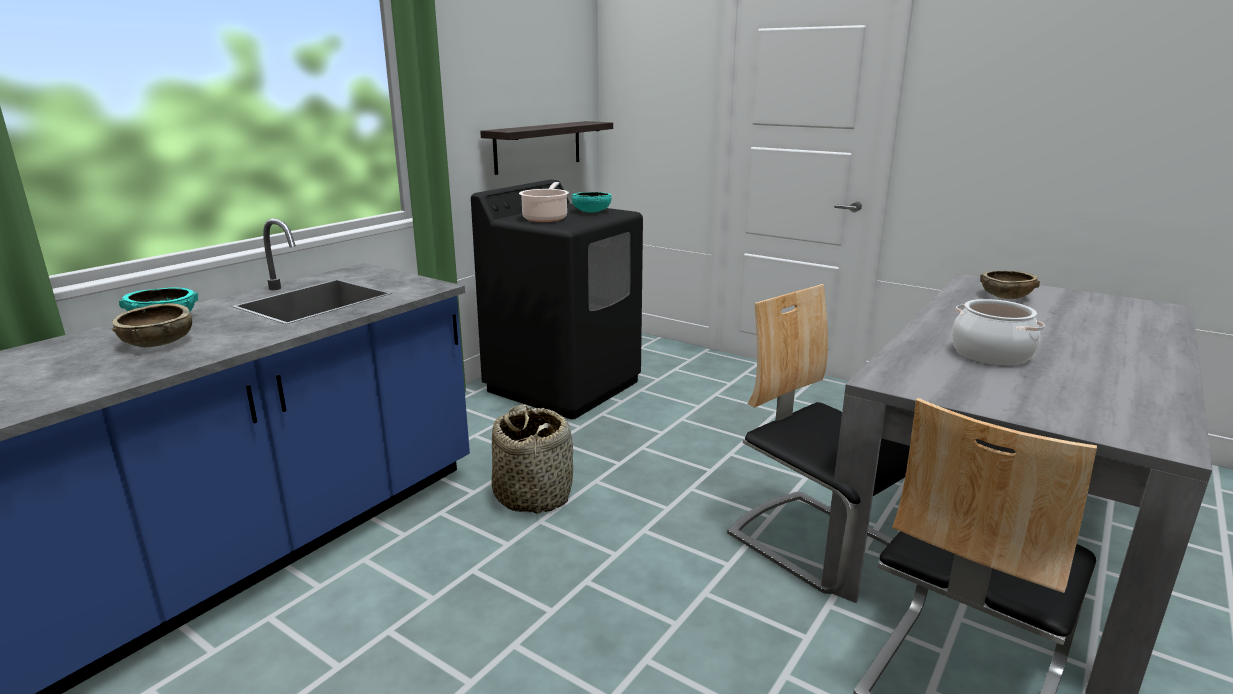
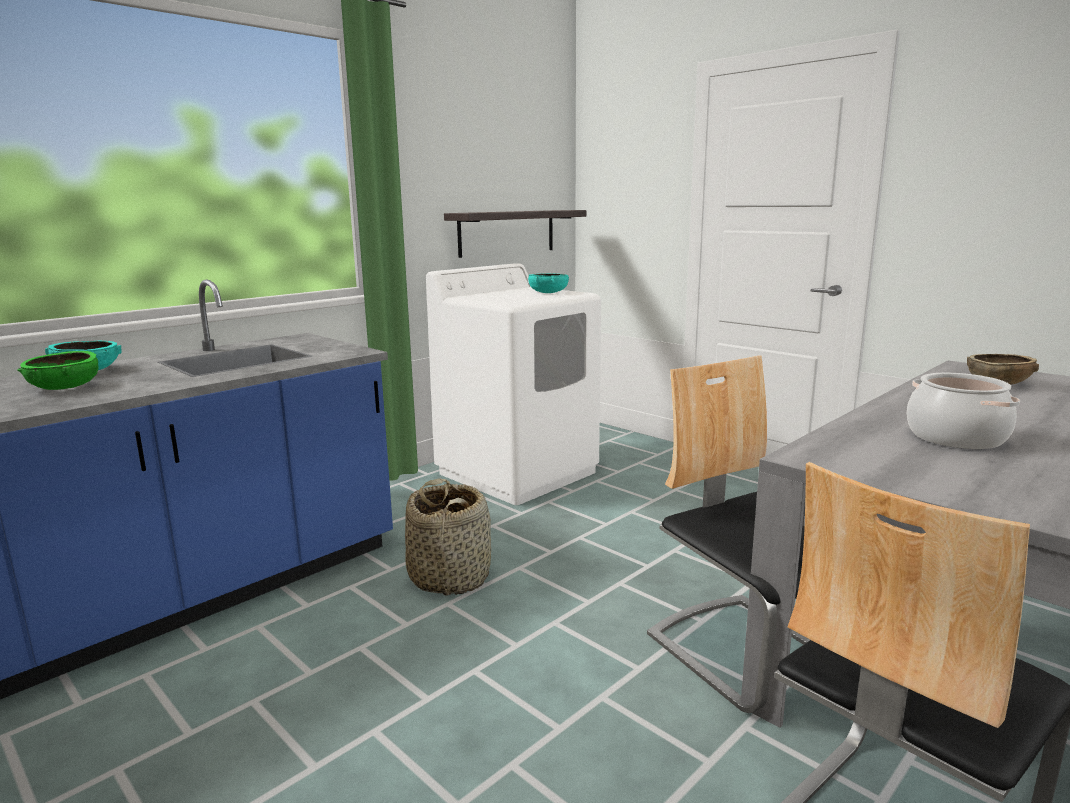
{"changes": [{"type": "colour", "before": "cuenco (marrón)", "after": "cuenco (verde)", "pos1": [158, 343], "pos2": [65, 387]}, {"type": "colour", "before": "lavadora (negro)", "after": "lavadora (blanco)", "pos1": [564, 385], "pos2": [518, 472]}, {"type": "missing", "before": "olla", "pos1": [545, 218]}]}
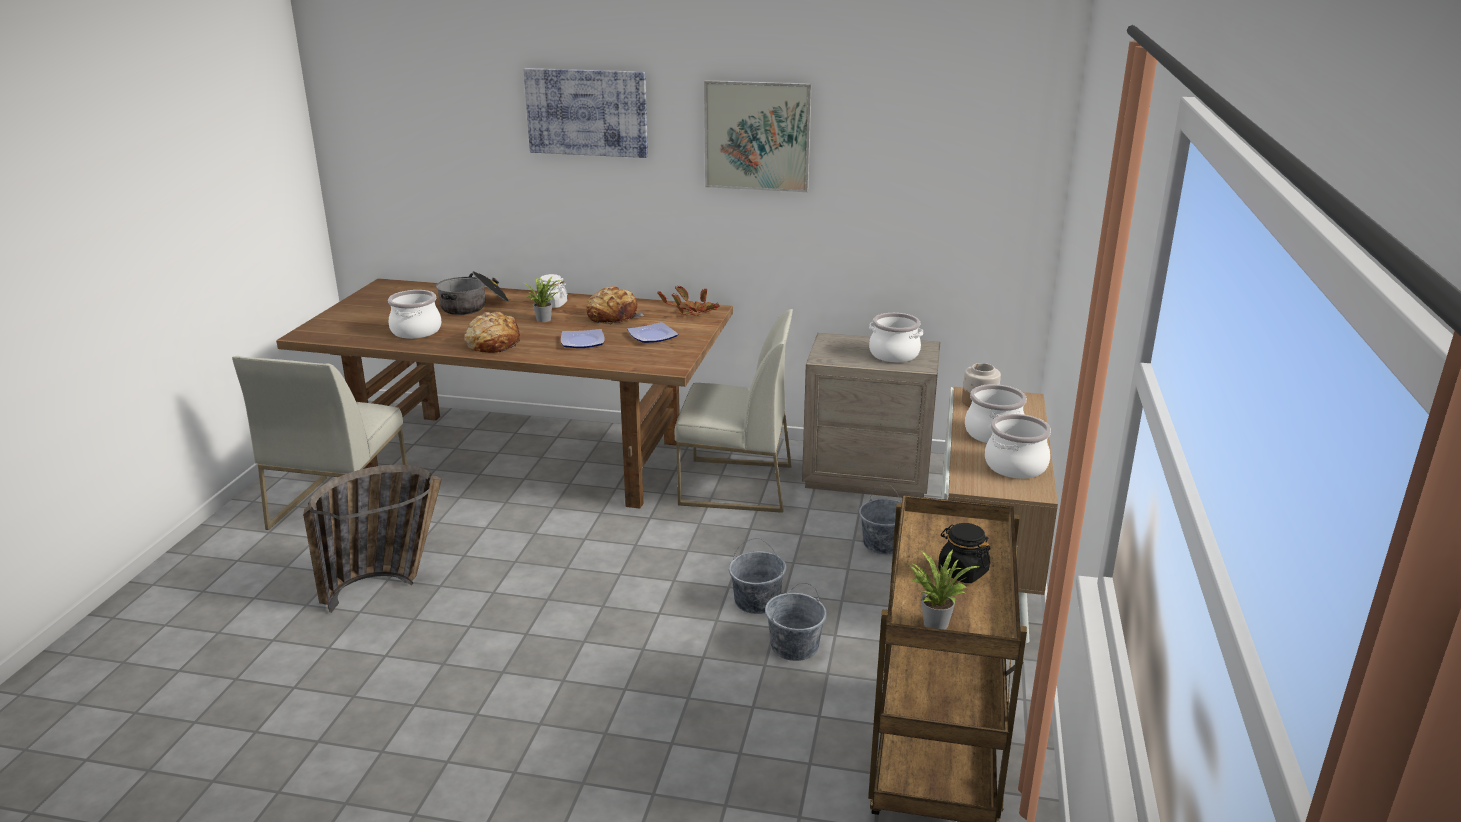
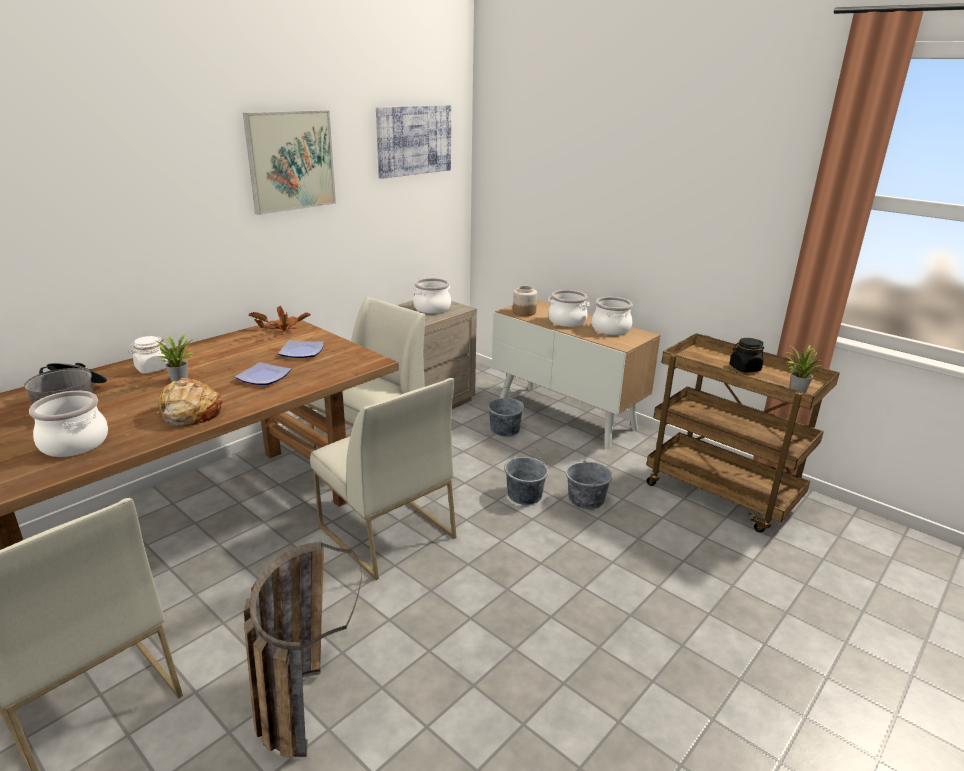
{"changes": [{"type": "appeared", "after": "silla (blanco)", "pos2": [385, 532]}, {"type": "relocated", "before": "cuadro", "pos1": [587, 112], "pos2": [414, 140]}, {"type": "missing", "before": "pan", "pos1": [613, 316]}]}
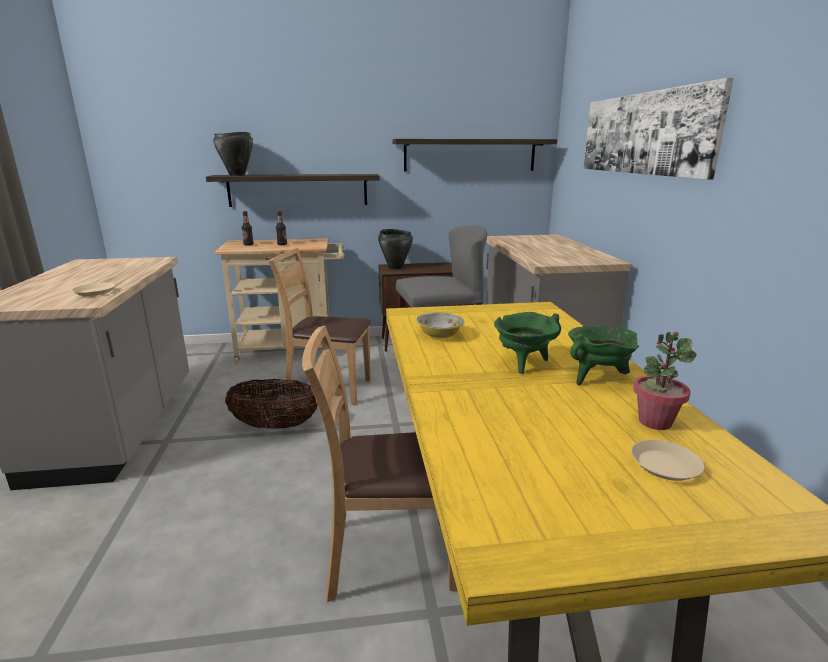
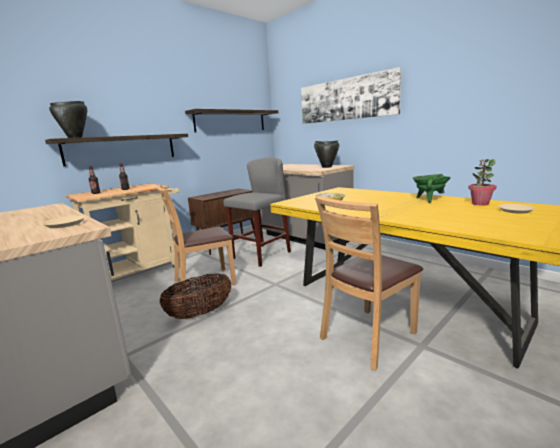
{"changes": [{"type": "relocated", "before": "olla (negro)", "pos1": [395, 268], "pos2": [326, 167]}, {"type": "missing", "before": "olla (verde)", "pos1": [523, 363]}]}
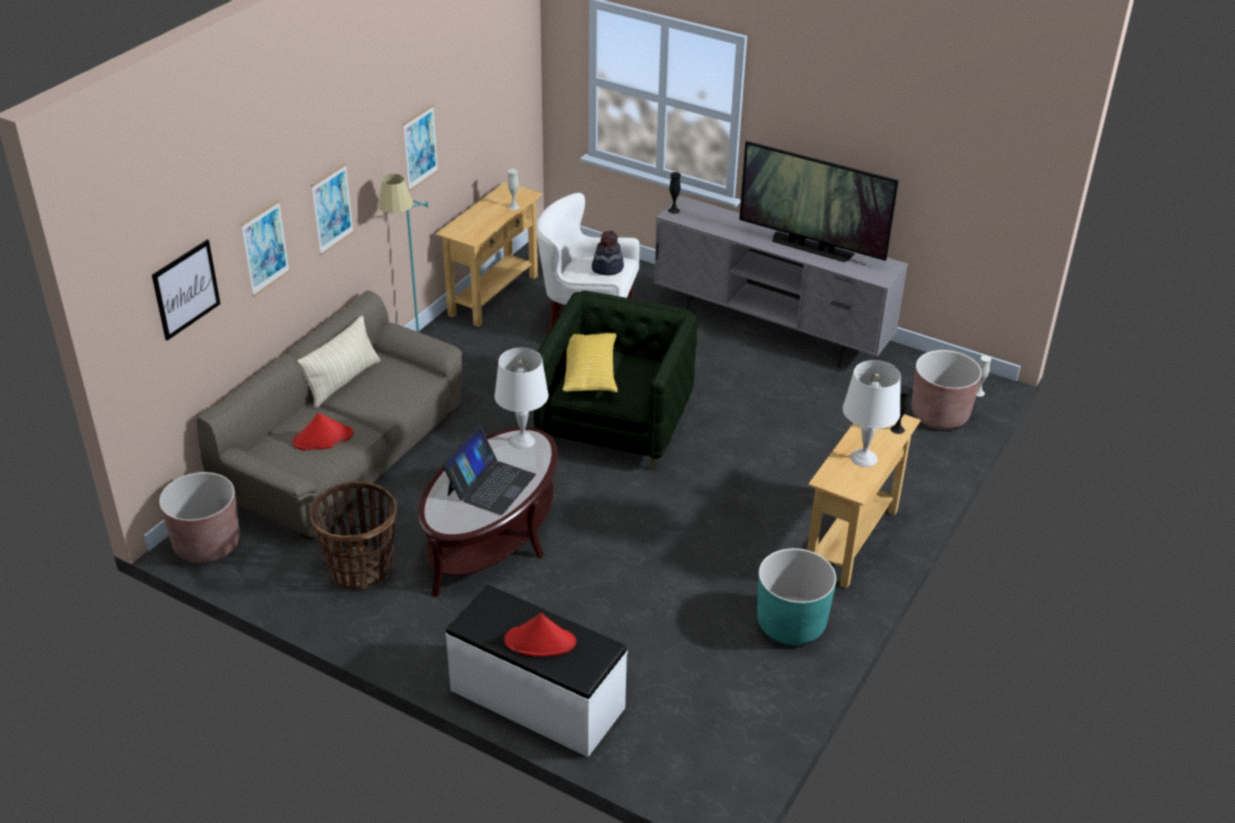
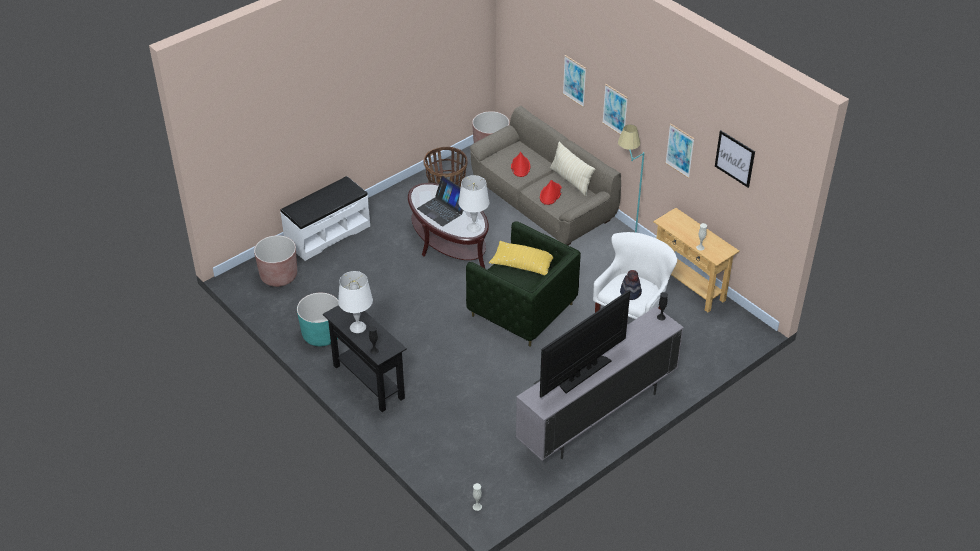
{"changes": [{"type": "relocated", "before": "maceta (marrón)", "pos1": [939, 415], "pos2": [278, 276]}, {"type": "colour", "before": "mesa consola (beis)", "after": "mesa consola (negro)", "pos1": [852, 540], "pos2": [368, 382]}, {"type": "relocated", "before": "sombrero (rojo)", "pos1": [540, 641], "pos2": [550, 194]}, {"type": "relocated", "before": "cuadro", "pos1": [186, 289], "pos2": [734, 158]}]}
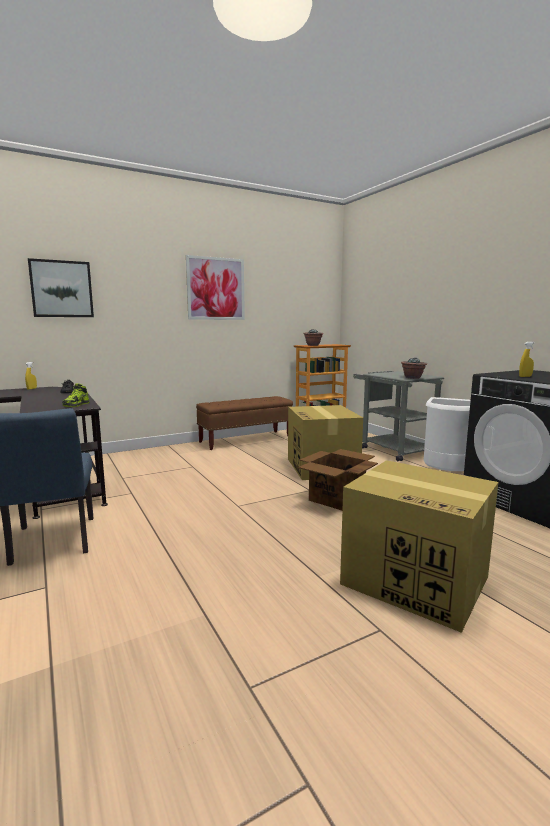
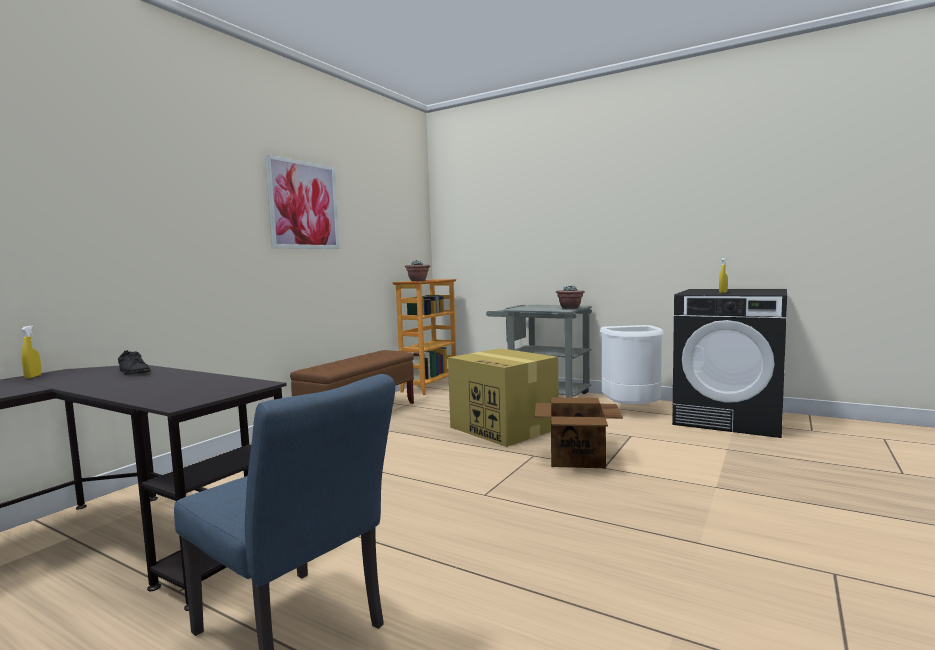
{"changes": [{"type": "missing", "before": "cuadro", "pos1": [61, 289]}, {"type": "missing", "before": "zapato", "pos1": [76, 405]}, {"type": "missing", "before": "caja de cartón", "pos1": [417, 580]}]}
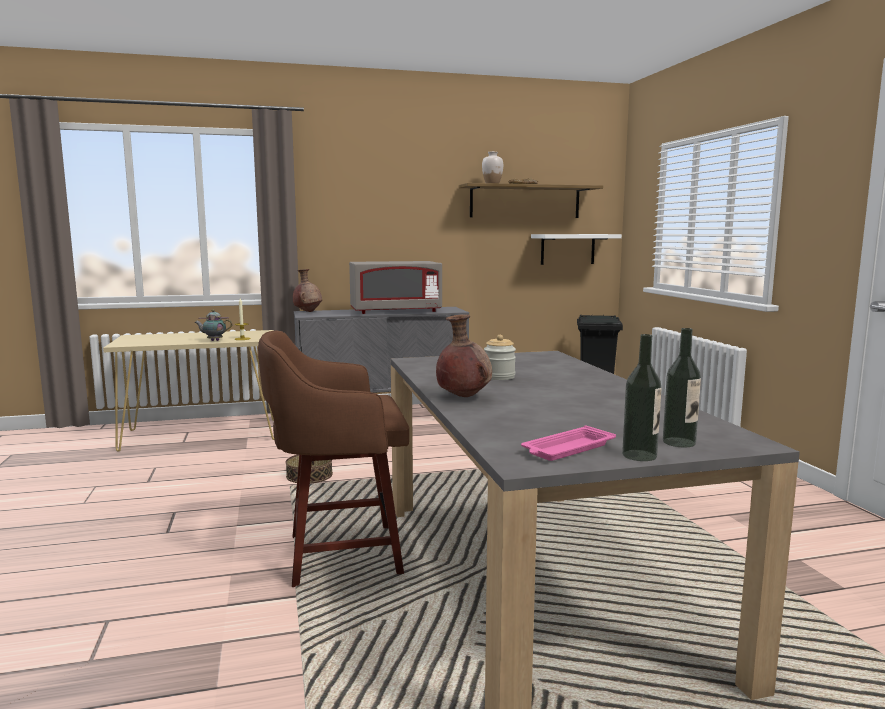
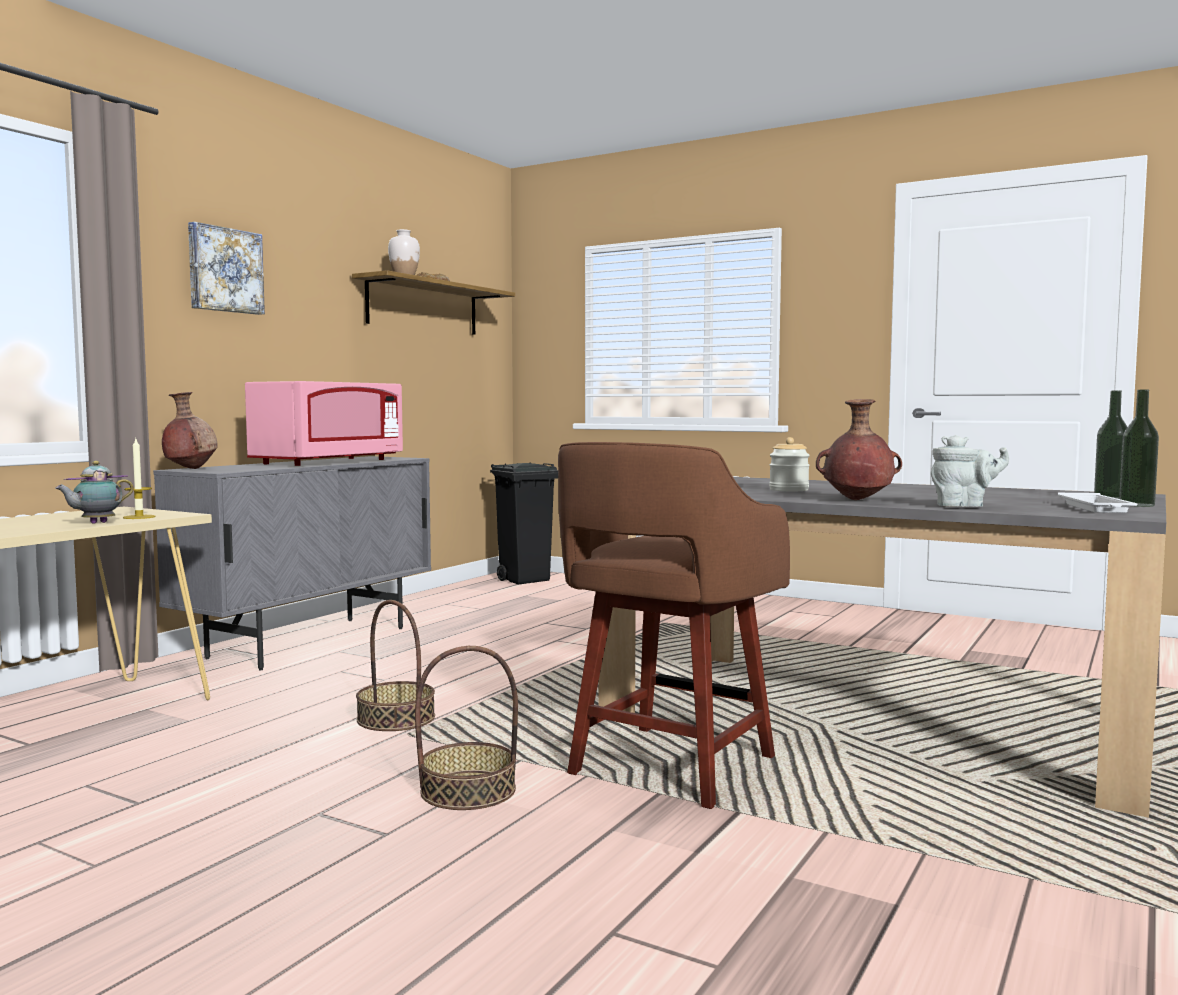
{"changes": [{"type": "appeared", "after": "cuadro", "pos2": [224, 270]}, {"type": "colour", "before": "microondas (gris)", "after": "microondas (rosa)", "pos1": [395, 311], "pos2": [328, 462]}, {"type": "appeared", "after": "cesta", "pos2": [468, 790]}, {"type": "appeared", "after": "tetera (gris)", "pos2": [964, 506]}, {"type": "colour", "before": "bandeja (rosa)", "after": "bandeja (blanco)", "pos1": [567, 449], "pos2": [1096, 508]}, {"type": "missing", "before": "estante (blanco)", "pos1": [567, 249]}]}
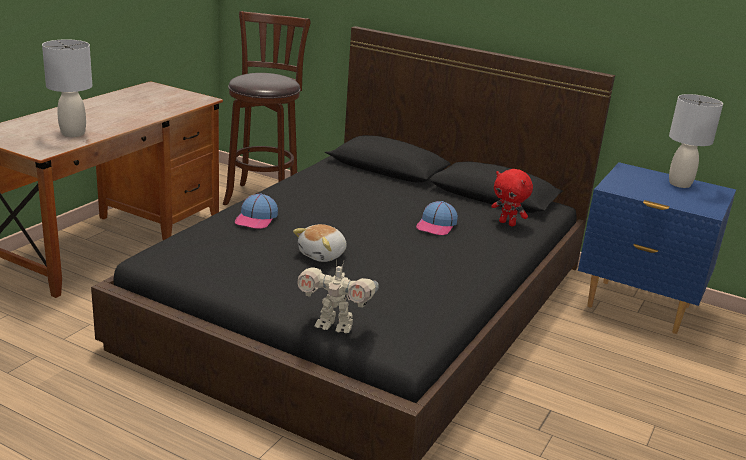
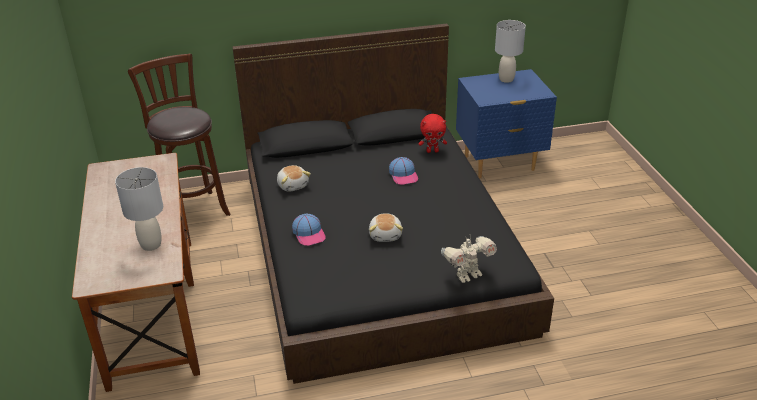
{"changes": [{"type": "appeared", "after": "peluche", "pos2": [293, 185]}]}
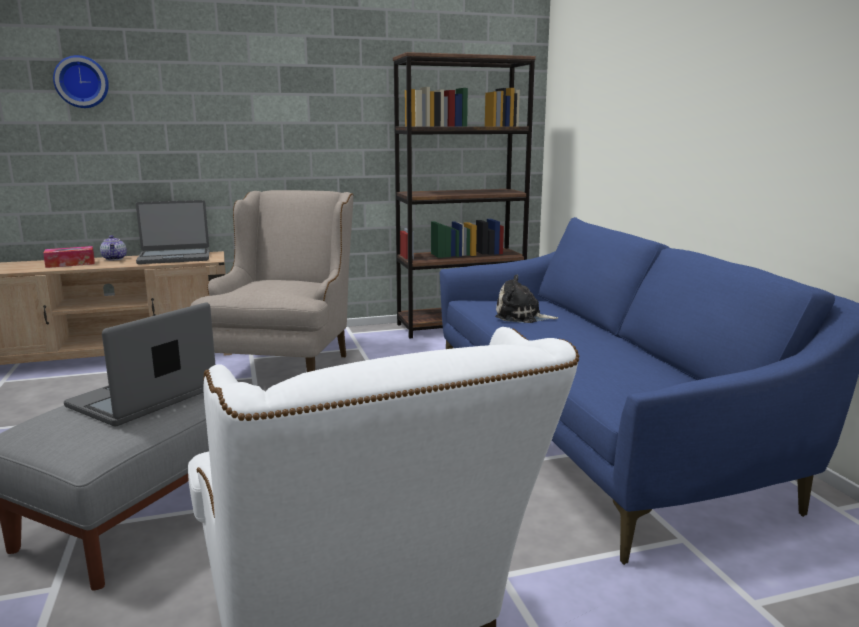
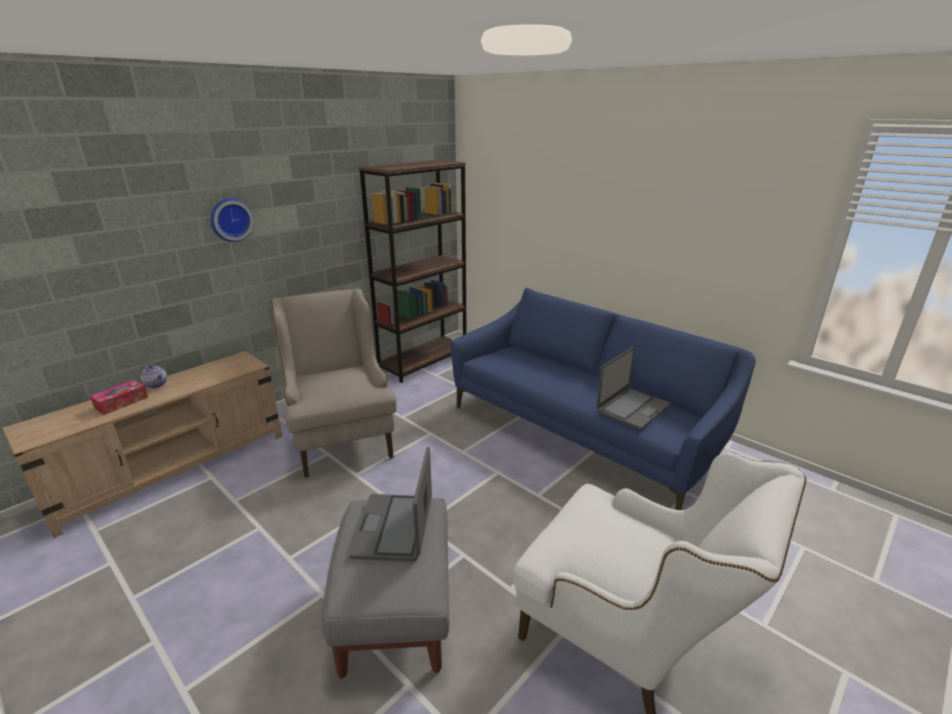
{"changes": [{"type": "relocated", "before": "reloj de pared", "pos1": [82, 82], "pos2": [230, 219]}, {"type": "relocated", "before": "portátil", "pos1": [174, 257], "pos2": [632, 408]}, {"type": "missing", "before": "peluche", "pos1": [521, 317]}]}
